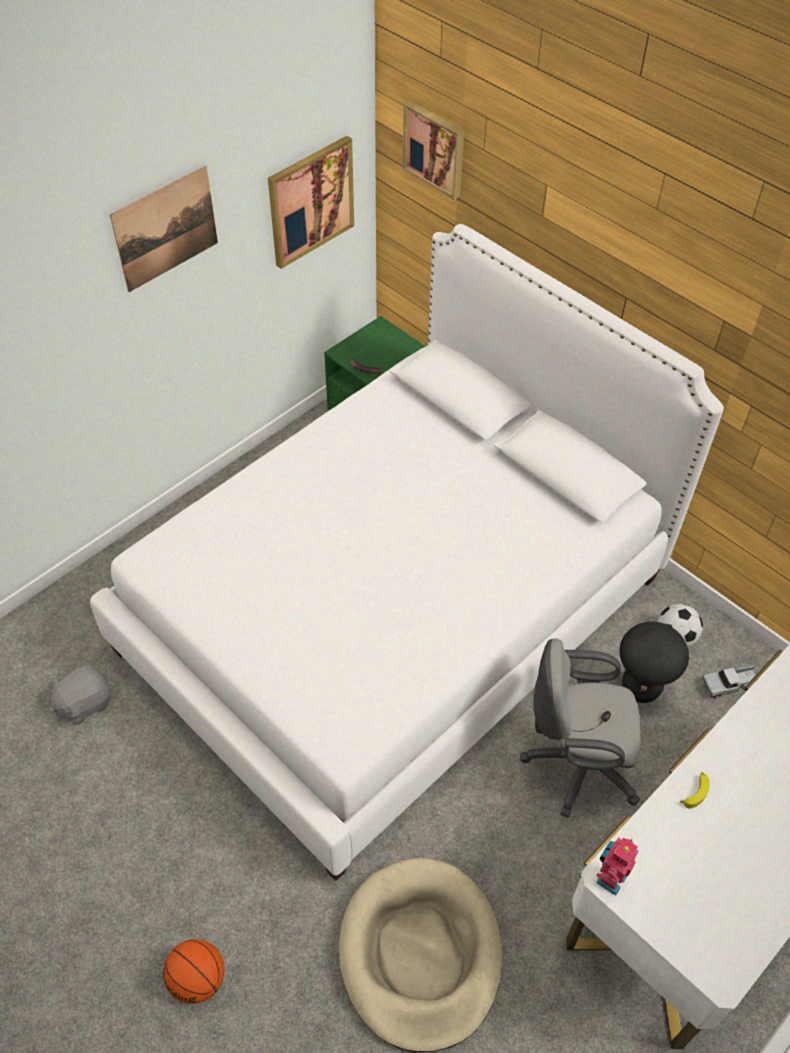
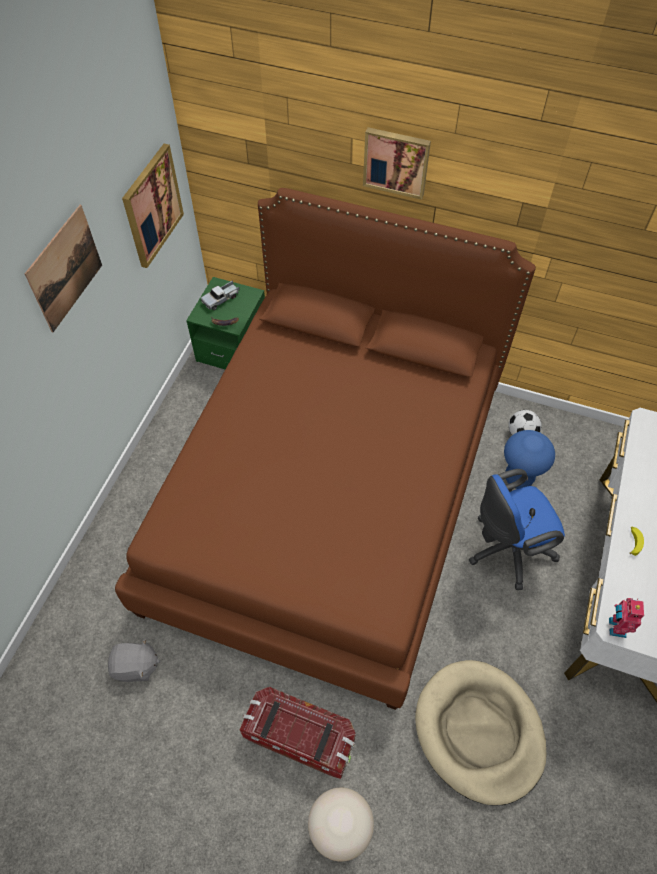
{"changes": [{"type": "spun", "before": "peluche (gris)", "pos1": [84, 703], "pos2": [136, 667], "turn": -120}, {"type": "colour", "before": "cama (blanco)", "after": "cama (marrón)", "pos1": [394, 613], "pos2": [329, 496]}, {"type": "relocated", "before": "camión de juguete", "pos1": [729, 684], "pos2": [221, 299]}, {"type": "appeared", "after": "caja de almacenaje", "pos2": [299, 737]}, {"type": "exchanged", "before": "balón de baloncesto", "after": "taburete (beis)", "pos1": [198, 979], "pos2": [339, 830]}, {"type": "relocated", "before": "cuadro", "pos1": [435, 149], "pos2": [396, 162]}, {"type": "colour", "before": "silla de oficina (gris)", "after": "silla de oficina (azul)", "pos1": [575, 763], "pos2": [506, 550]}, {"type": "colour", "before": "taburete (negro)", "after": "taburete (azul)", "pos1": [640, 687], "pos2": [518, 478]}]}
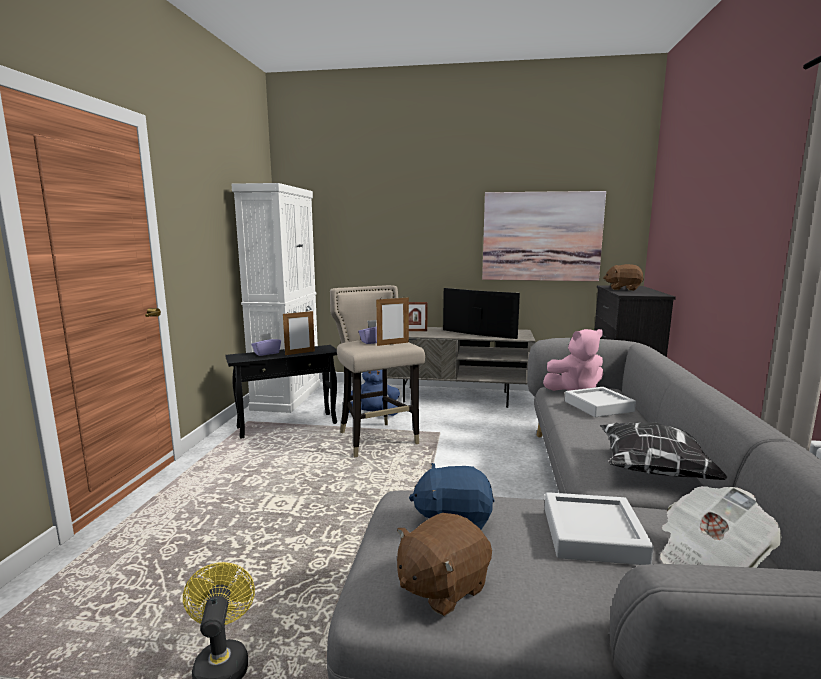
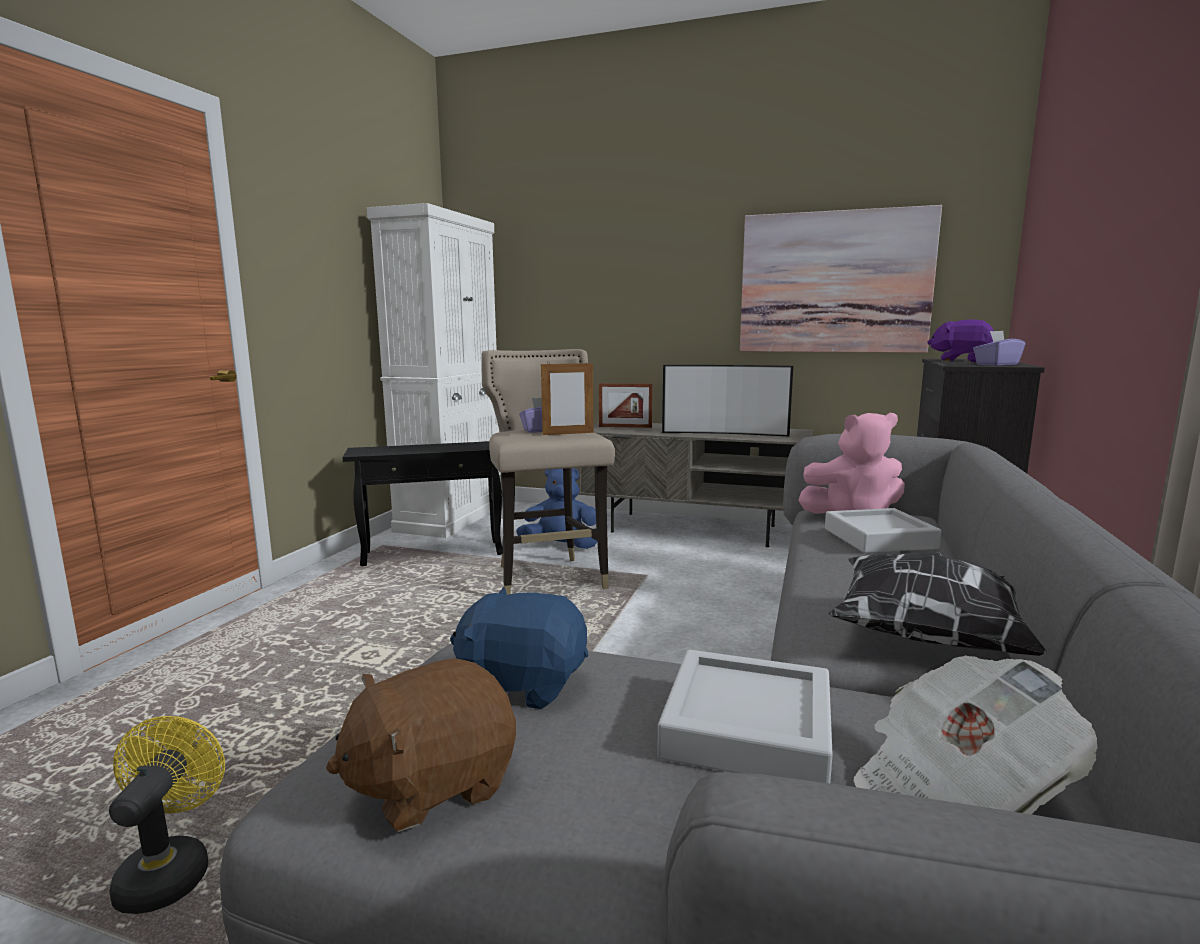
{"changes": [{"type": "spun", "before": "televisor", "pos1": [477, 334], "pos2": [724, 433], "turn": 150}, {"type": "colour", "before": "peluche (marrón)", "after": "peluche (morado)", "pos1": [623, 289], "pos2": [961, 361]}, {"type": "relocated", "before": "caja de pañuelos (morado)", "pos1": [266, 353], "pos2": [996, 365]}, {"type": "missing", "before": "portarretratos", "pos1": [300, 353]}]}
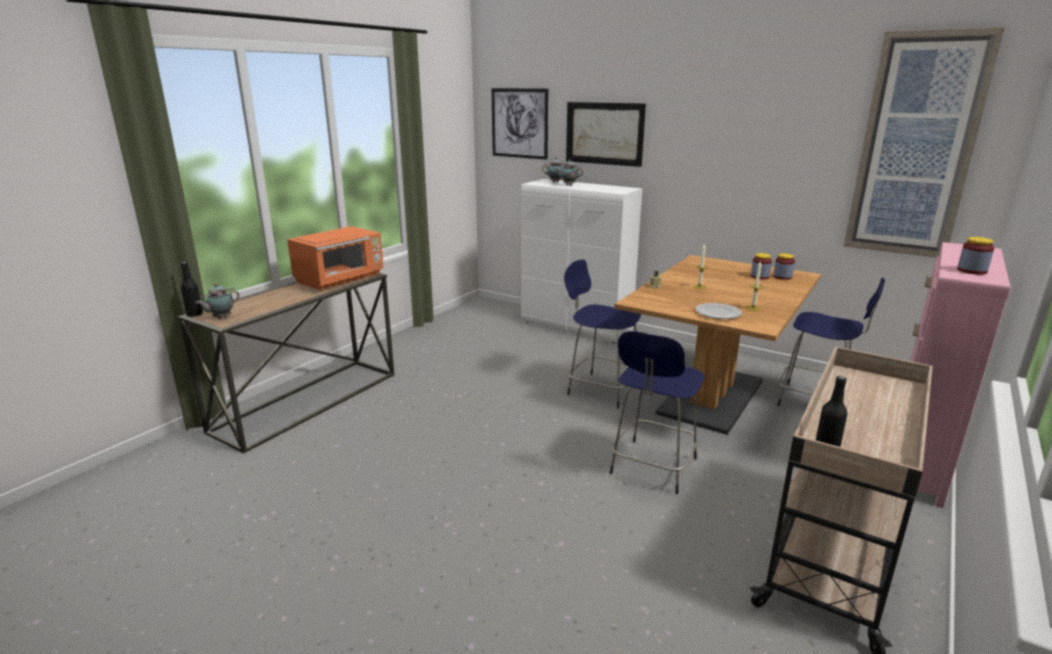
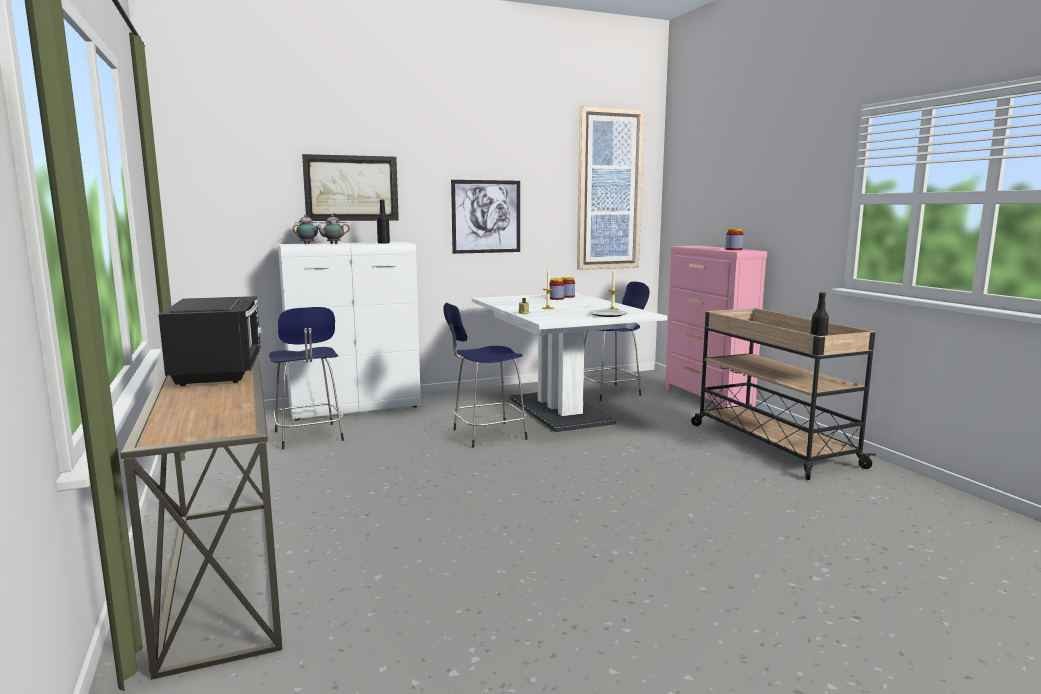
{"changes": [{"type": "colour", "before": "microondas (naranja)", "after": "microondas (negro)", "pos1": [341, 279], "pos2": [220, 371]}, {"type": "relocated", "before": "taburete (azul)", "pos1": [652, 467], "pos2": [309, 437]}, {"type": "relocated", "before": "botella (negro)", "pos1": [195, 314], "pos2": [383, 243]}, {"type": "relocated", "before": "cuadro", "pos1": [519, 123], "pos2": [486, 216]}, {"type": "colour", "before": "mesa de comedor (marrón)", "after": "mesa de comedor (blanco)", "pos1": [711, 397], "pos2": [559, 410]}, {"type": "missing", "before": "tetera", "pos1": [221, 318]}]}
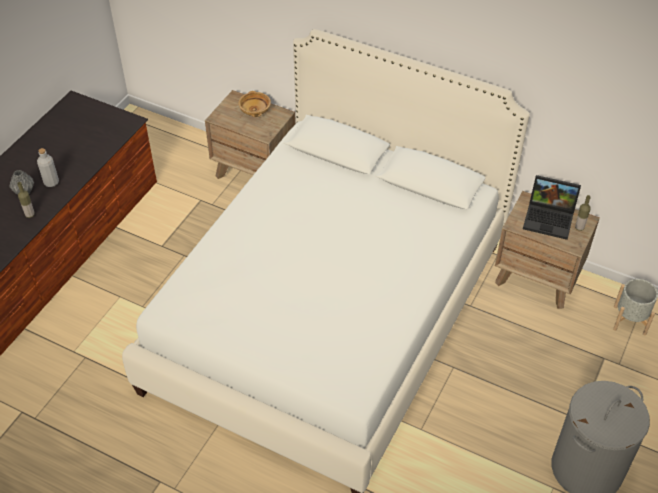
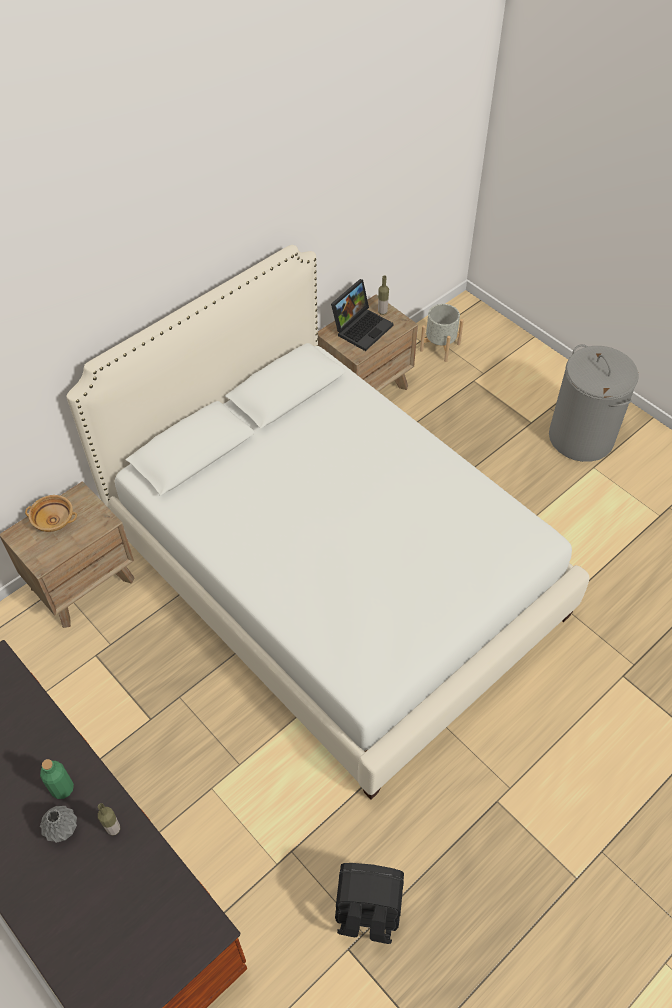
{"changes": [{"type": "colour", "before": "botella (gris)", "after": "botella (verde)", "pos1": [51, 182], "pos2": [62, 788]}, {"type": "appeared", "after": "mochila (negro)", "pos2": [367, 911]}]}
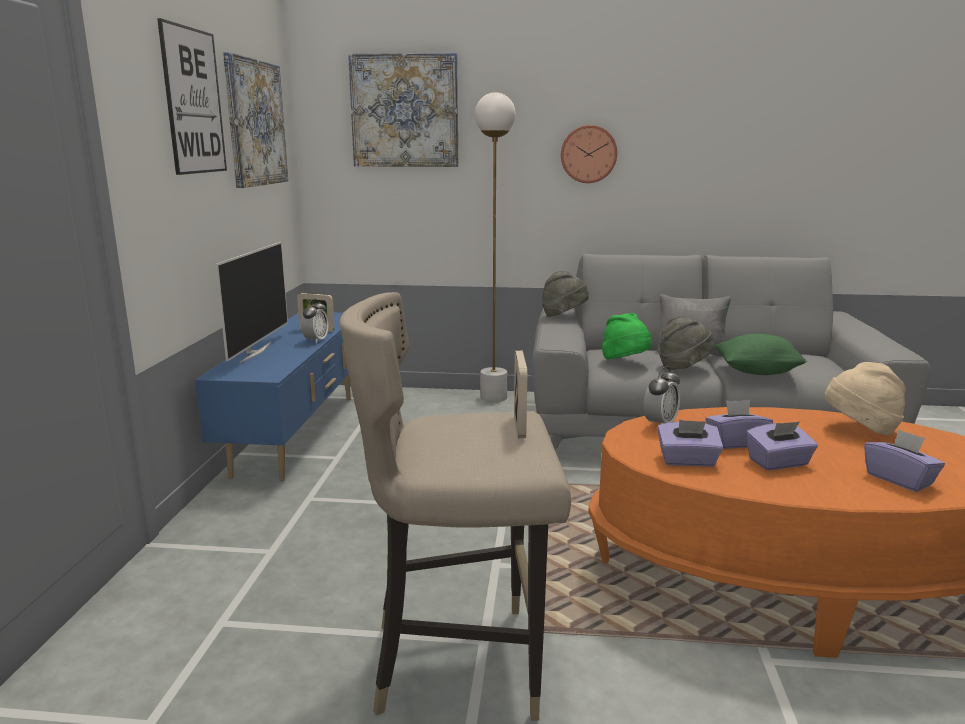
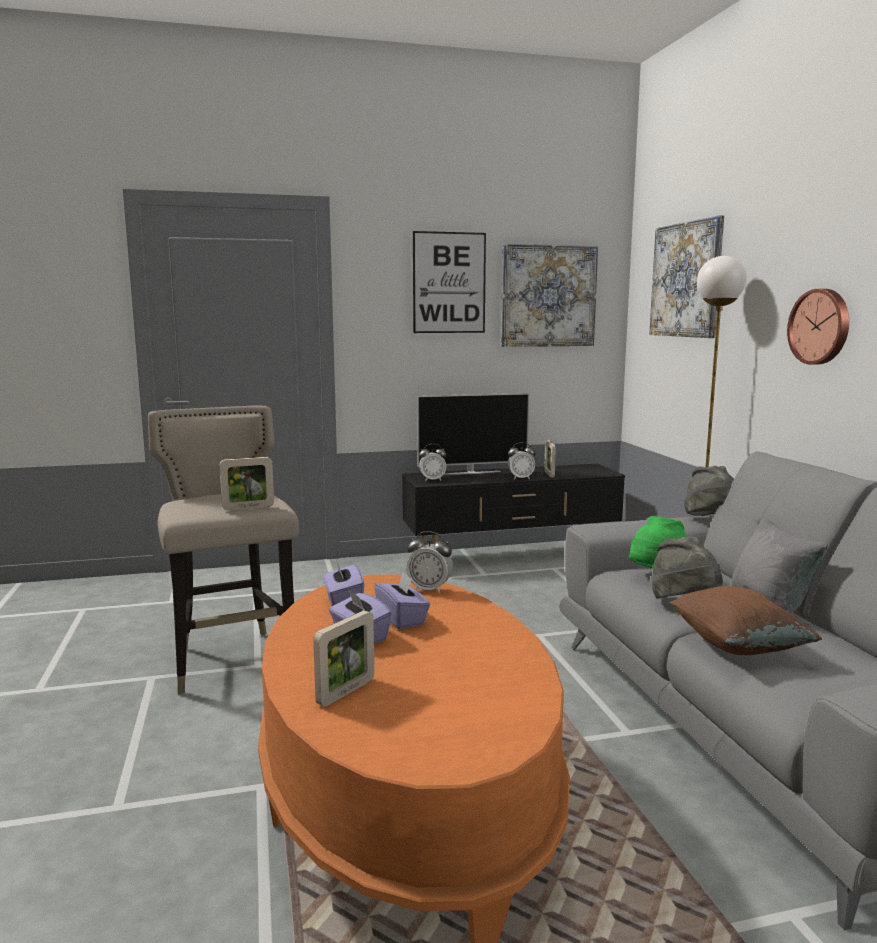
{"changes": [{"type": "exchanged", "before": "caja de pañuelos (morado)", "after": "portarretratos", "pos1": [899, 479], "pos2": [346, 692]}, {"type": "colour", "before": "mueble de televisión (azul)", "after": "mueble de televisión (negro)", "pos1": [299, 433], "pos2": [512, 555]}, {"type": "appeared", "after": "despertador", "pos2": [432, 480]}, {"type": "colour", "before": "cojín (verde)", "after": "cojín (marrón)", "pos1": [757, 372], "pos2": [737, 646]}, {"type": "missing", "before": "sombrero (beis)", "pos1": [860, 430]}]}
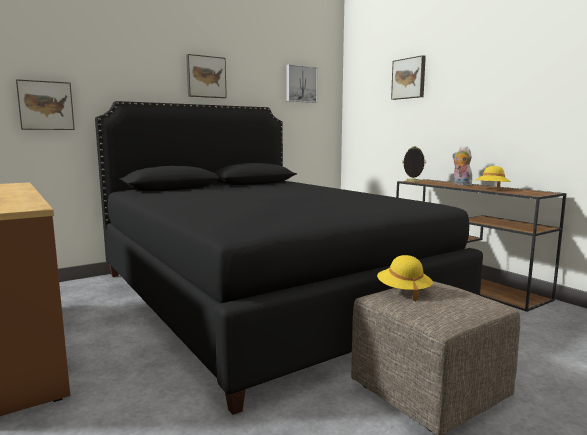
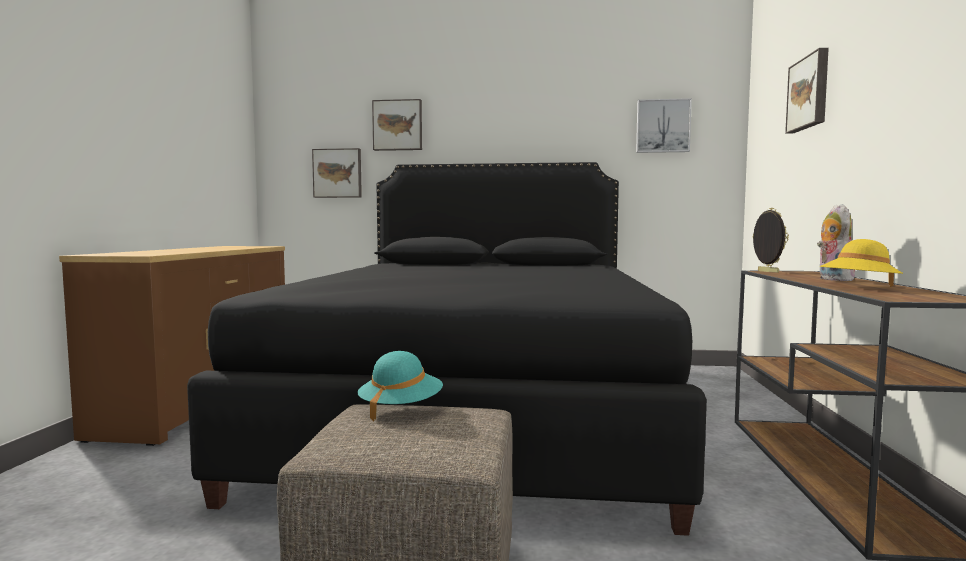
{"changes": [{"type": "colour", "before": "sombrero (amarillo)", "after": "sombrero (turquesa)", "pos1": [403, 291], "pos2": [400, 408]}, {"type": "relocated", "before": "cuadro", "pos1": [206, 77], "pos2": [398, 125]}]}
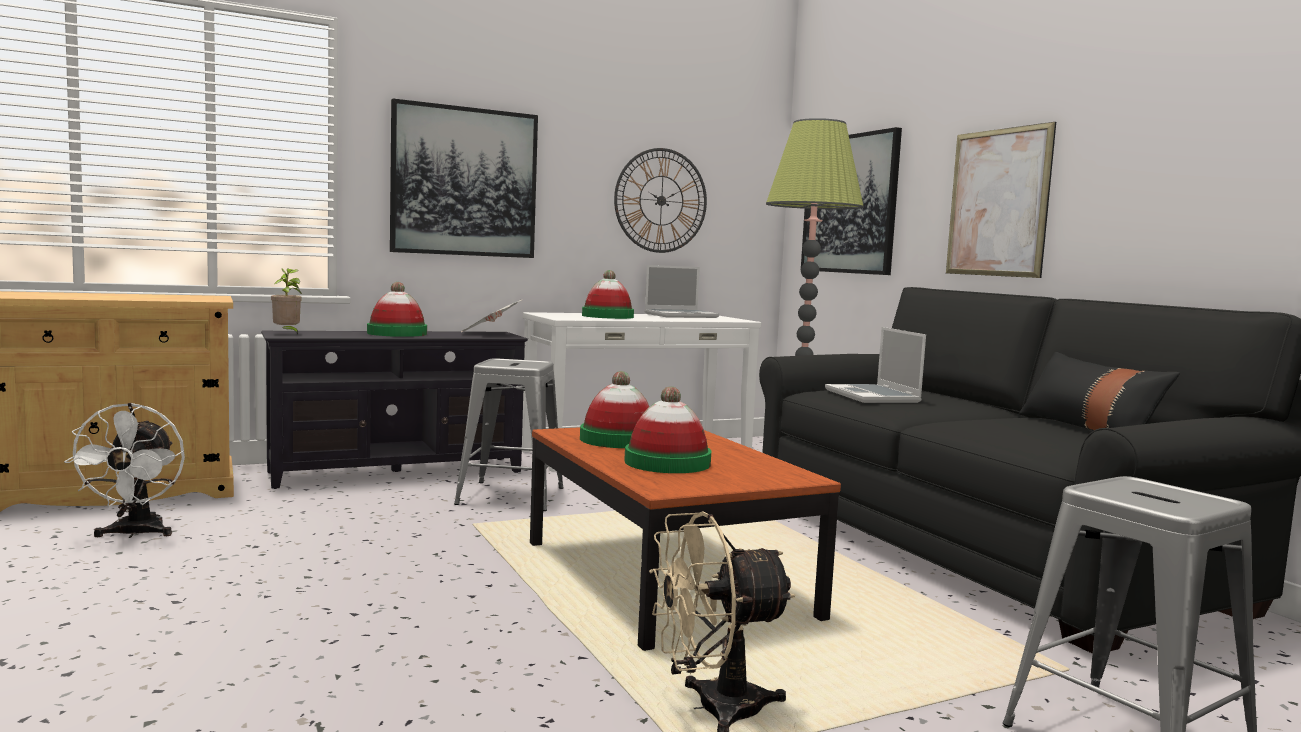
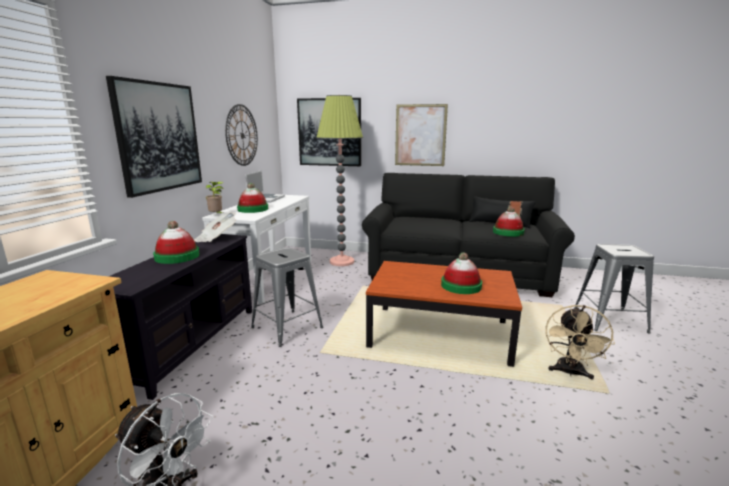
{"changes": [{"type": "relocated", "before": "planta en maceta", "pos1": [287, 333], "pos2": [217, 215]}, {"type": "relocated", "before": "sombrero", "pos1": [618, 439], "pos2": [508, 232]}, {"type": "missing", "before": "portátil", "pos1": [873, 396]}]}
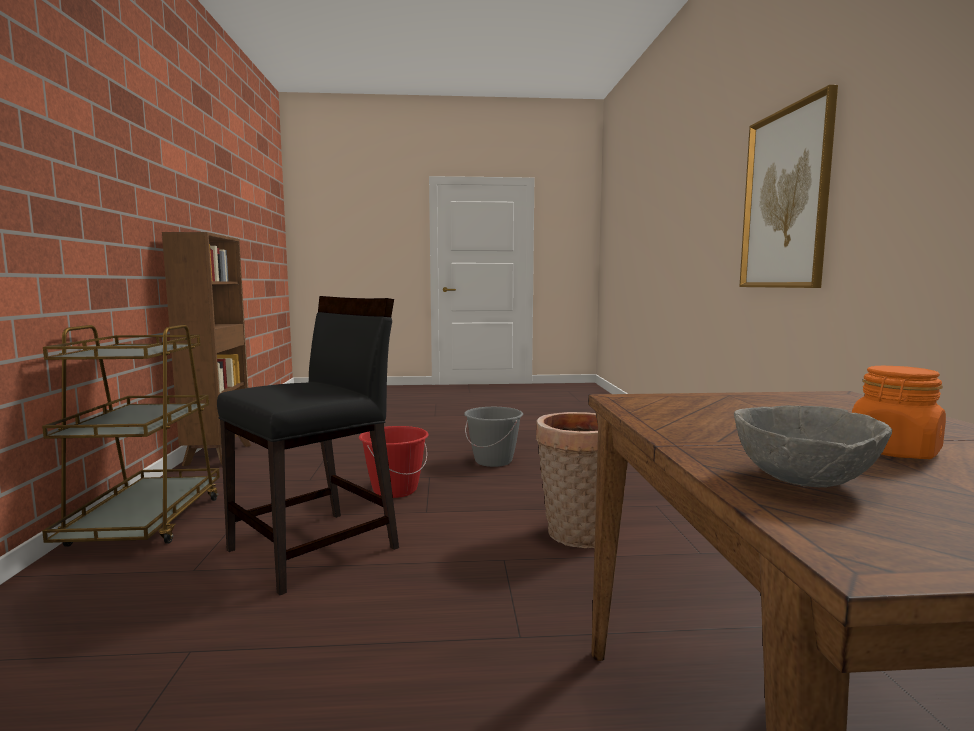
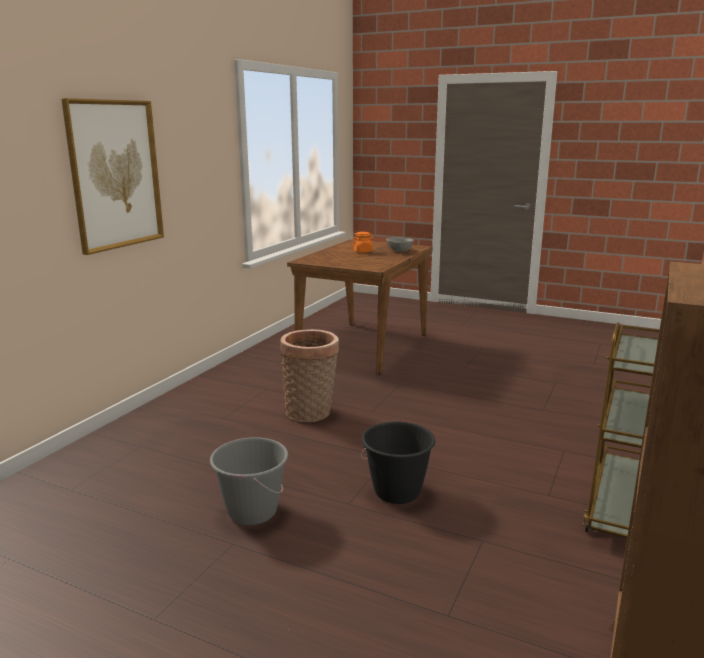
{"changes": [{"type": "colour", "before": "cubo (rojo)", "after": "cubo (negro)", "pos1": [395, 490], "pos2": [397, 492]}, {"type": "missing", "before": "silla (negro)", "pos1": [315, 548]}]}
